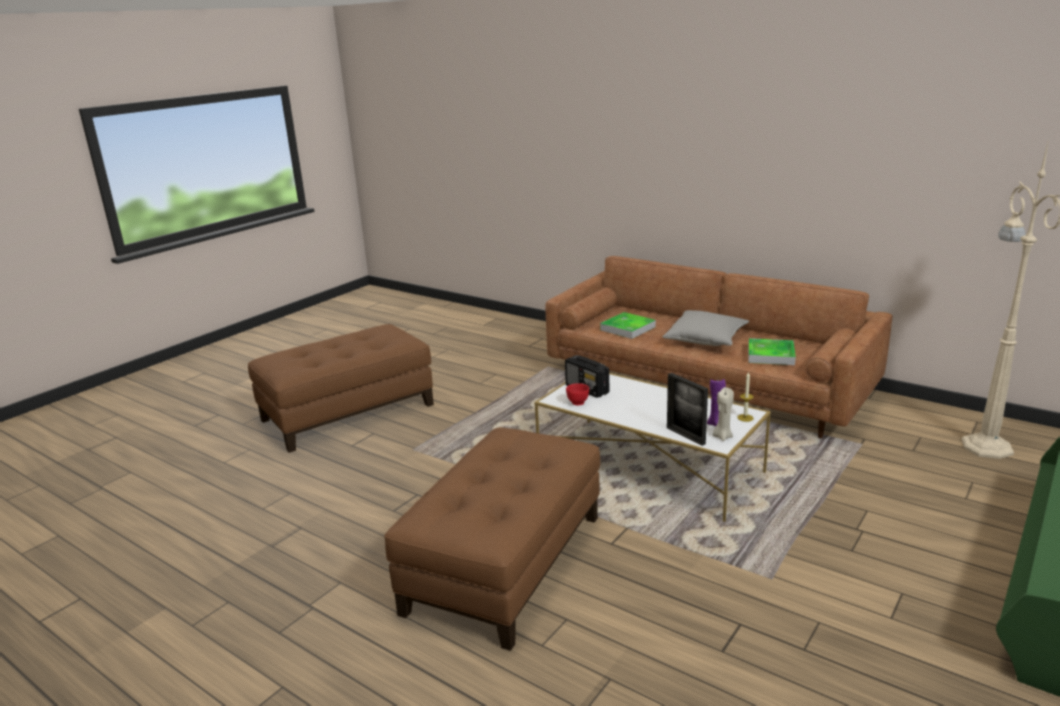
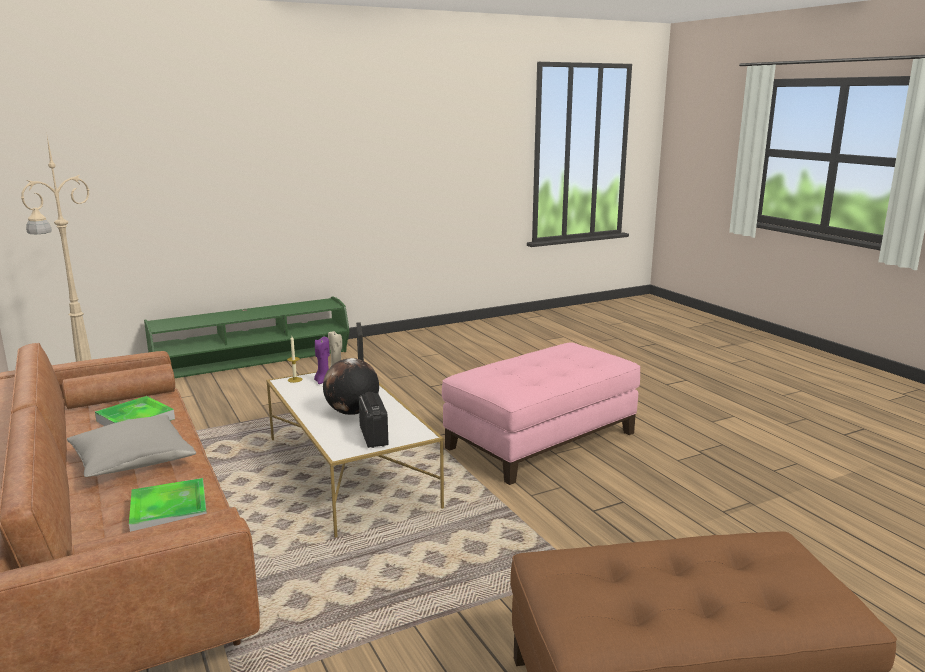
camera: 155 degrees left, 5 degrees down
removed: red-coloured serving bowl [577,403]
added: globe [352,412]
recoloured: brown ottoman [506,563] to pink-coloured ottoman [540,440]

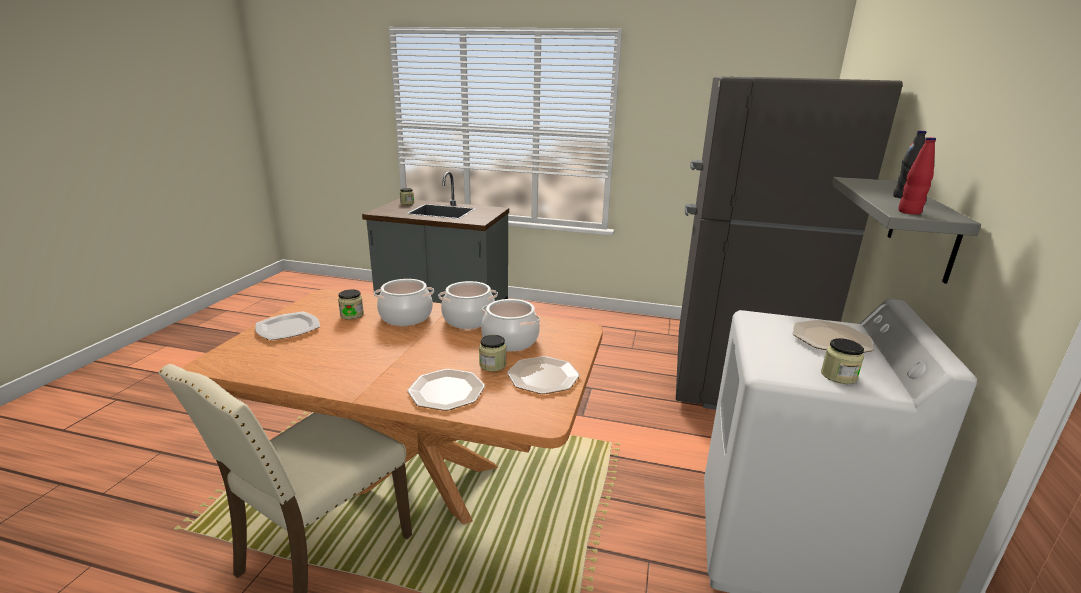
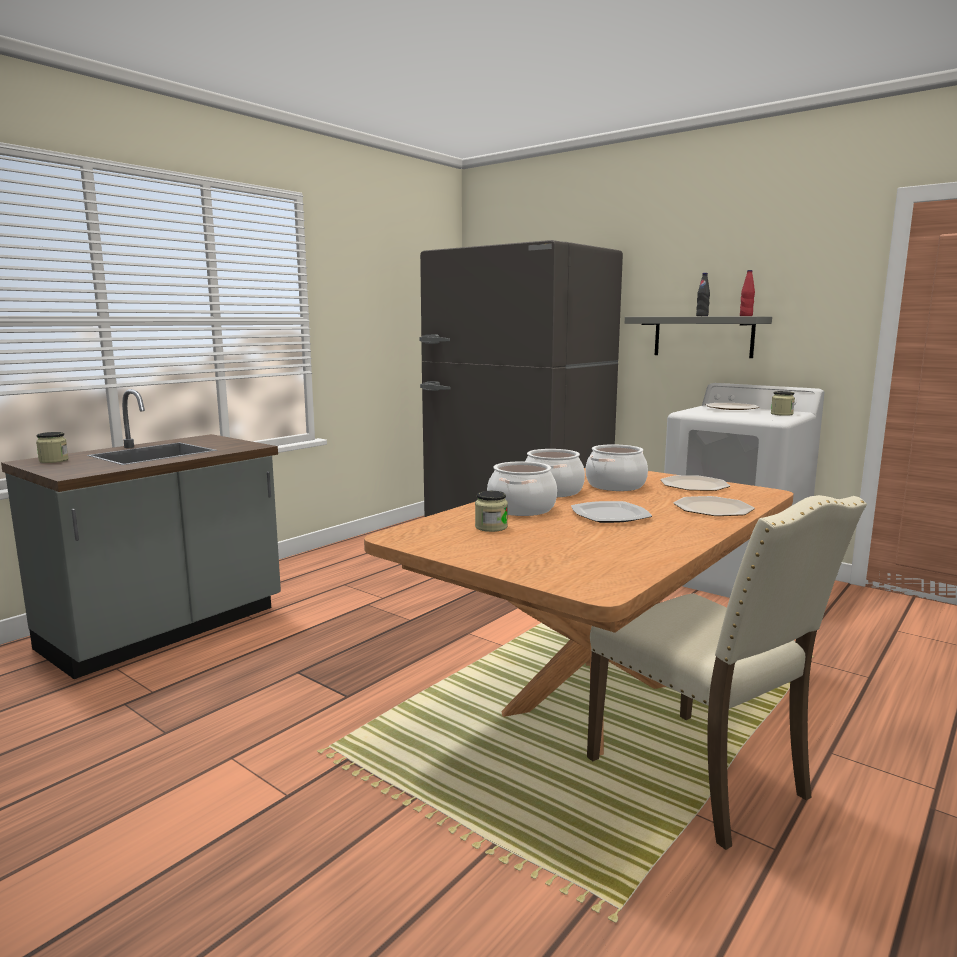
camera: 65 degrees left, 10 degrees down
removed: preserve jar [492,365]
moved: flat dish [289,328] to [610,515]

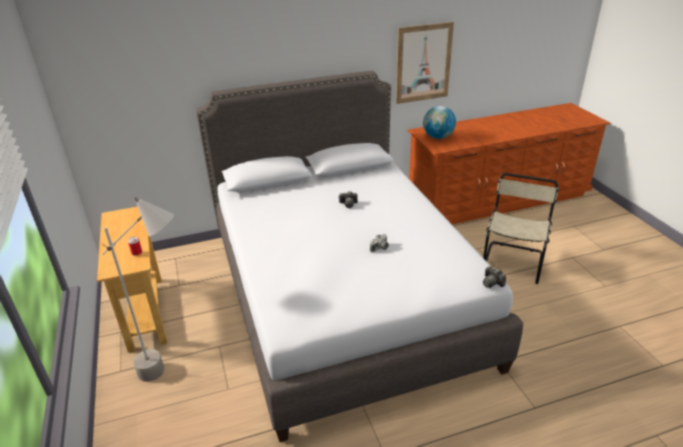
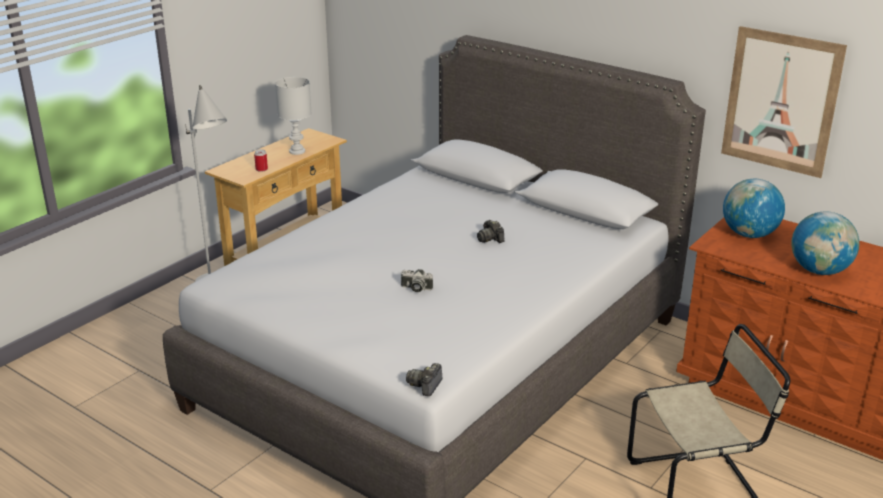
camera: 55 degrees right, 5 degrees down
added: whitish table lamp [297,151]; globe [819,271]

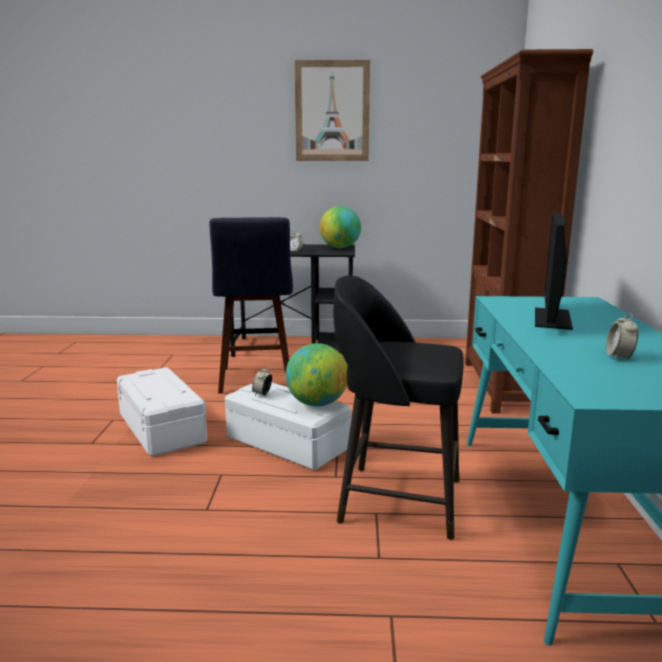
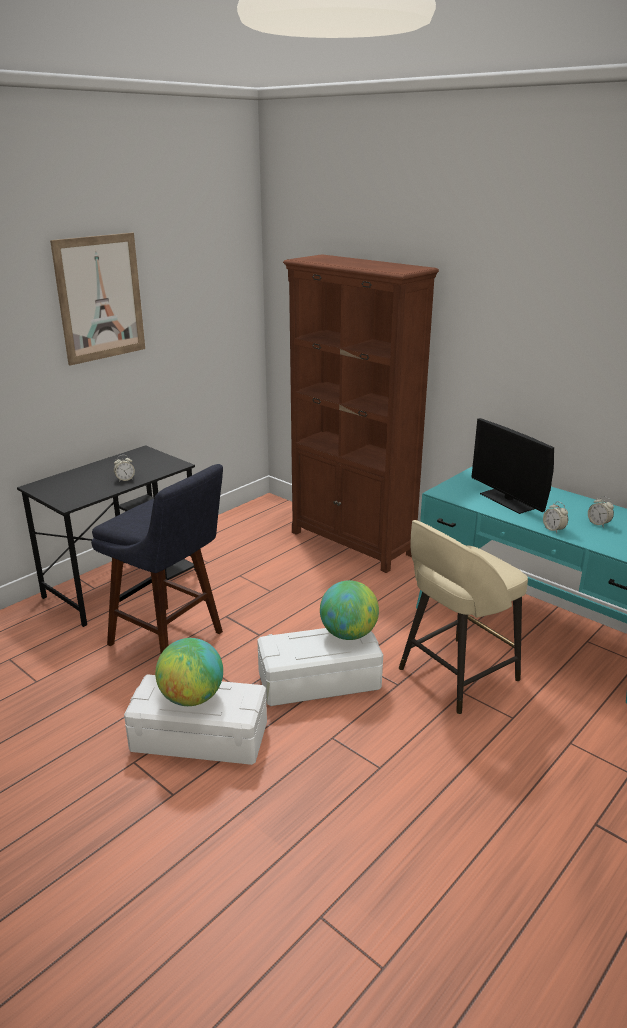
camera: 50 degrees left, 10 degrees up
moved: table clock [262,394] to [553,529]; globe [340,248] to [192,698]
recoloured: blackish stool [396,499] to sand-coloured stool [455,675]

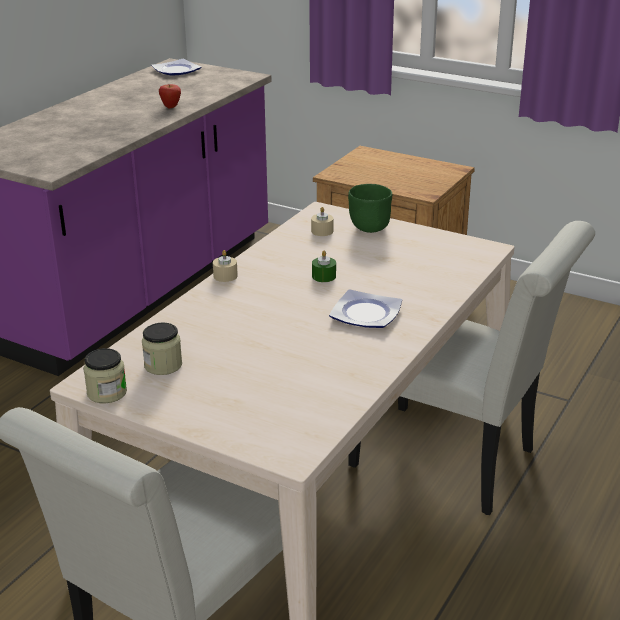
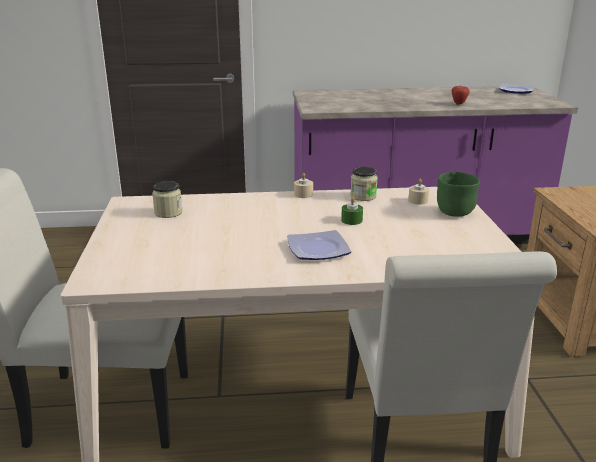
camera: 55 degrees right, 5 degrees down
moved: preserve jar [107,393] to [363,196]

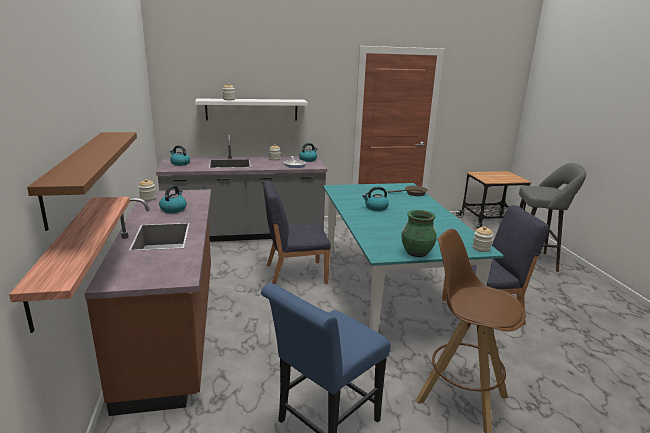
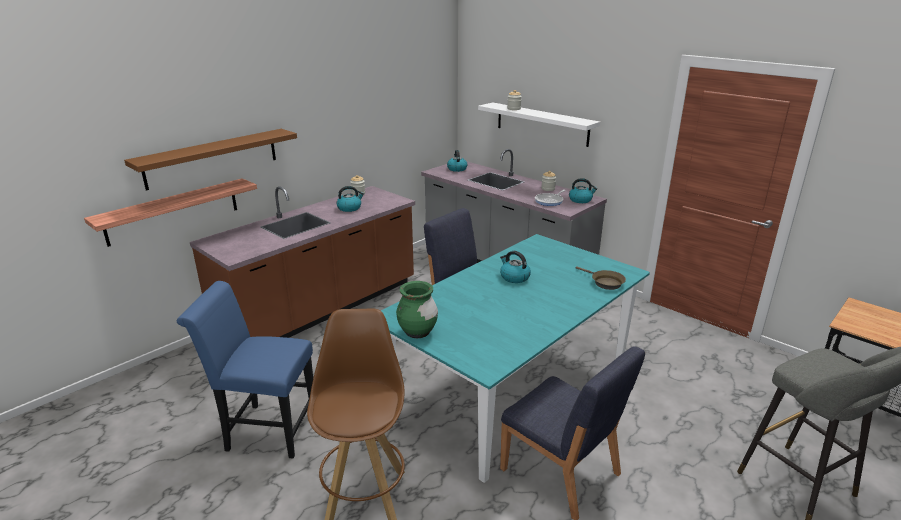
camera: 55 degrees right, 5 degrees up
removed: preserve jar [481,248]

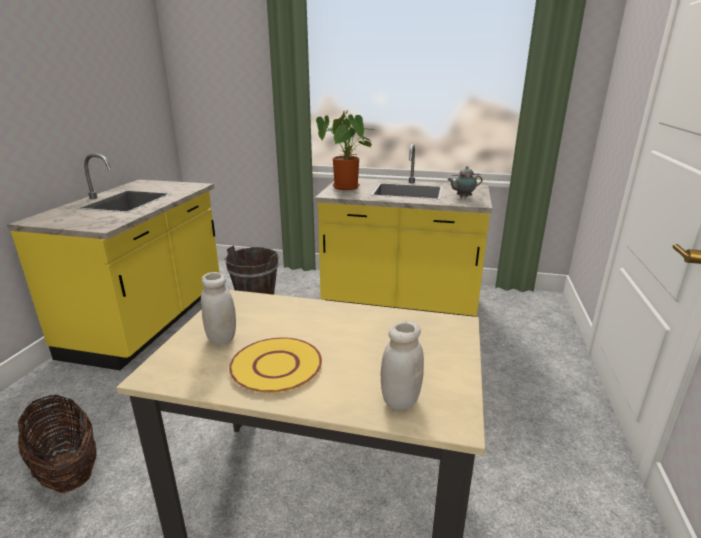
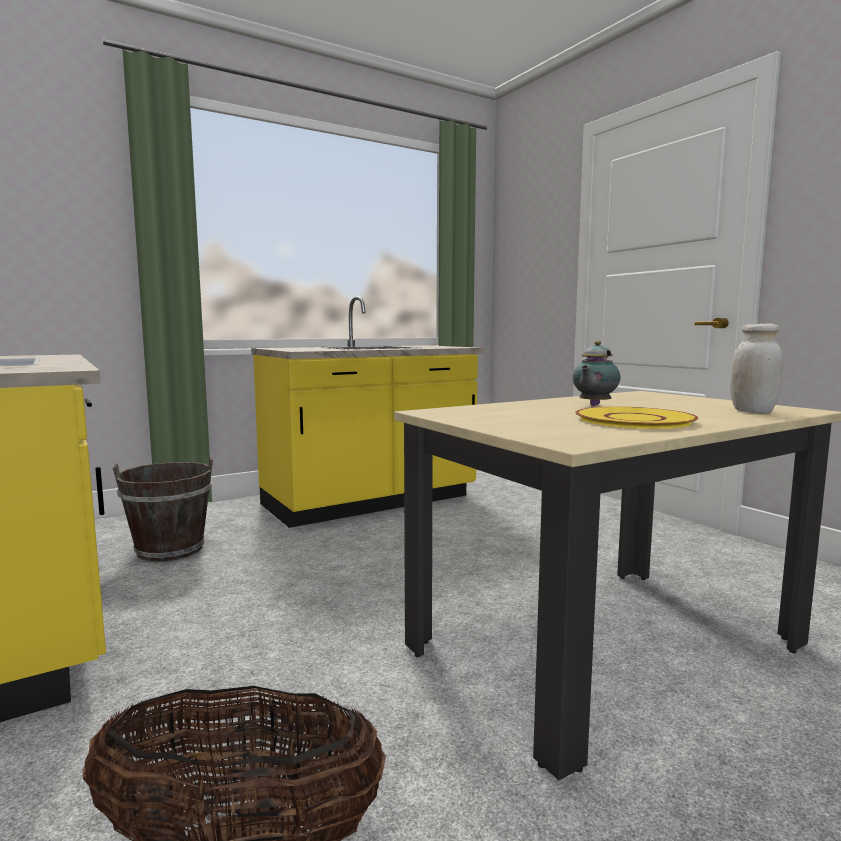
camera: 45 degrees left, 15 degrees down
removed: whitish preserve jar [221,338]; houseplant [347,188]
moved: pot for tea [462,197] to [593,405]

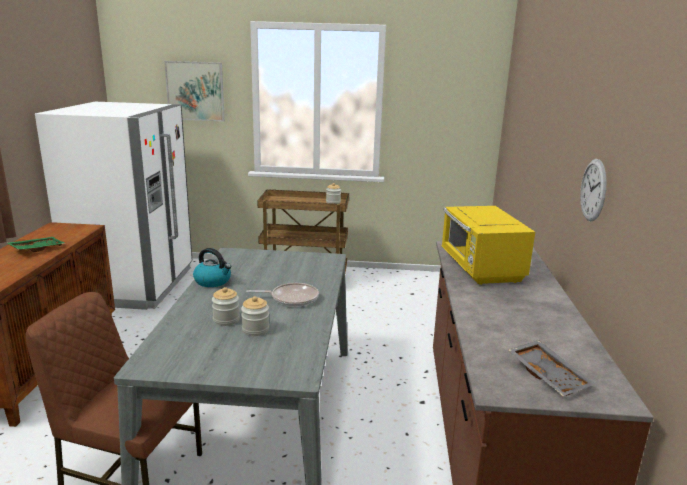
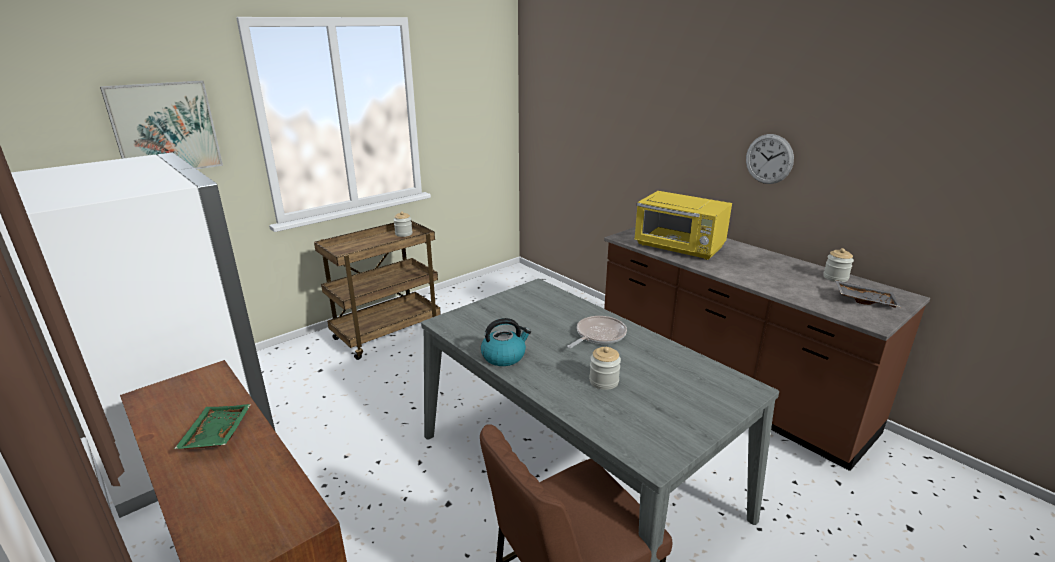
camera: 45 degrees left, 5 degrees up
moved: preserve jar [255,330] to [835,277]

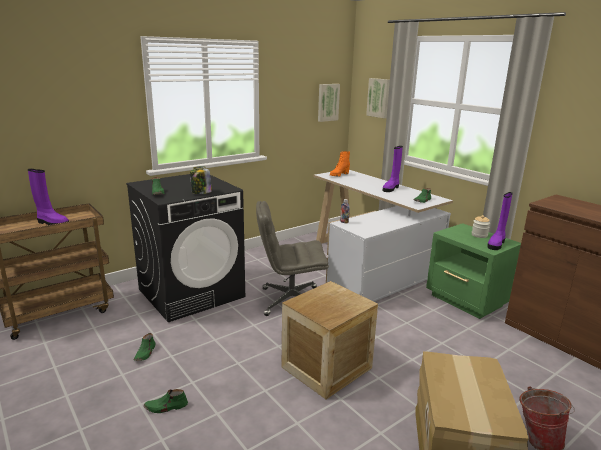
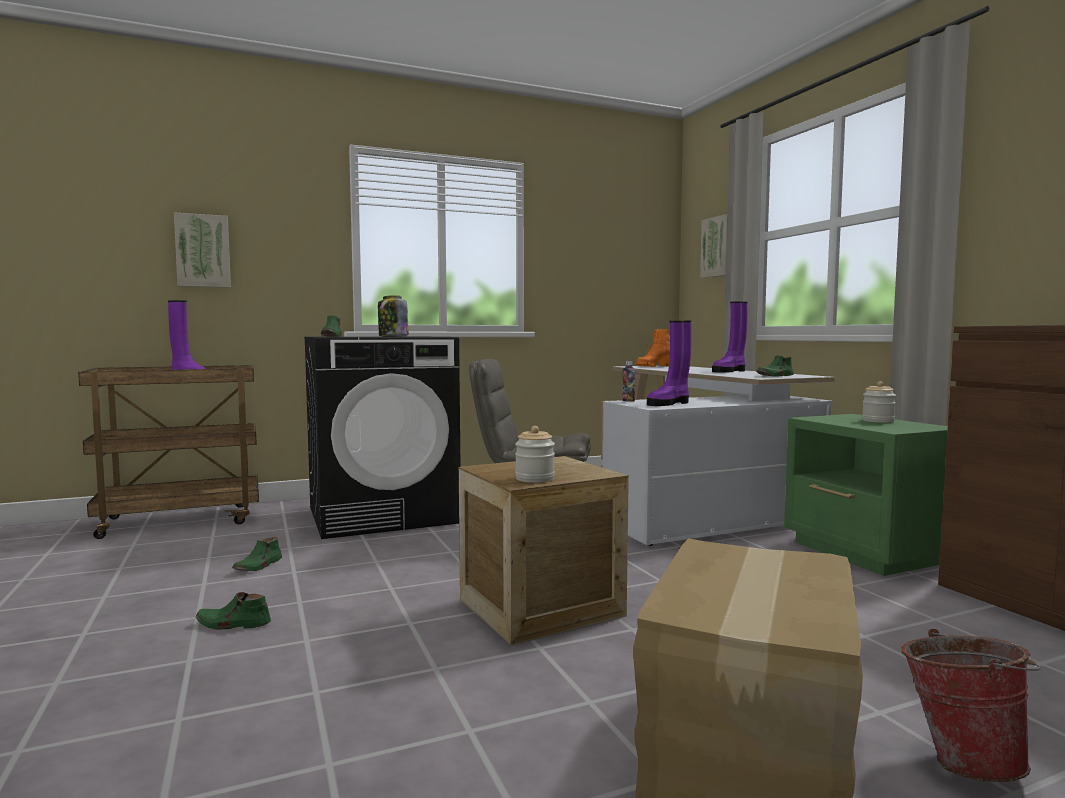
camera: 15 degrees right, 15 degrees down
added: preserve jar [535,479]
moved: picture [327,102] to [203,251]; purplish high-top boot [496,244] to [669,404]

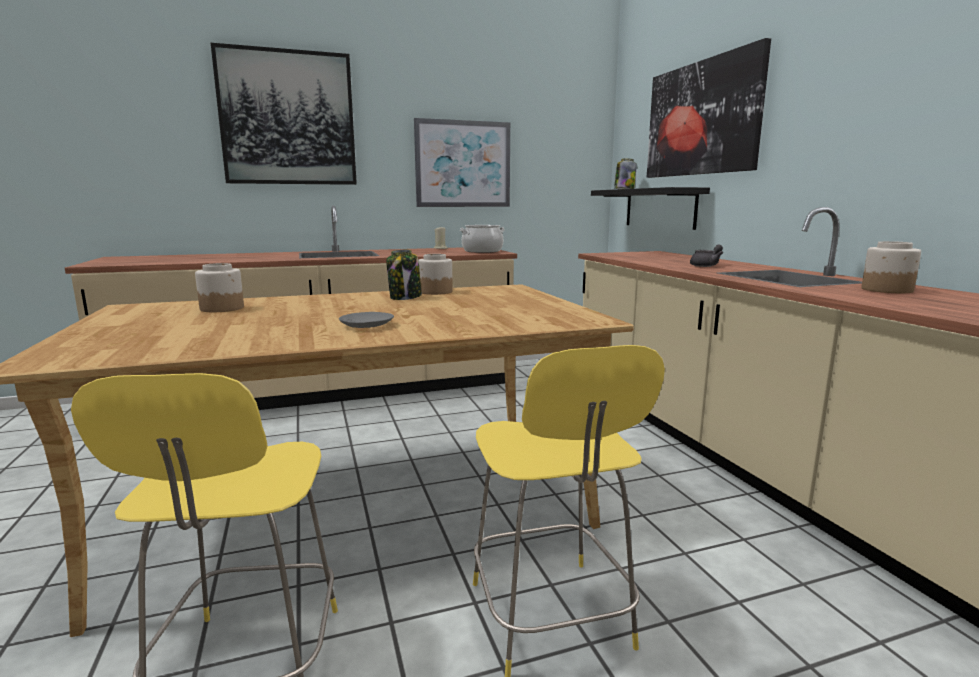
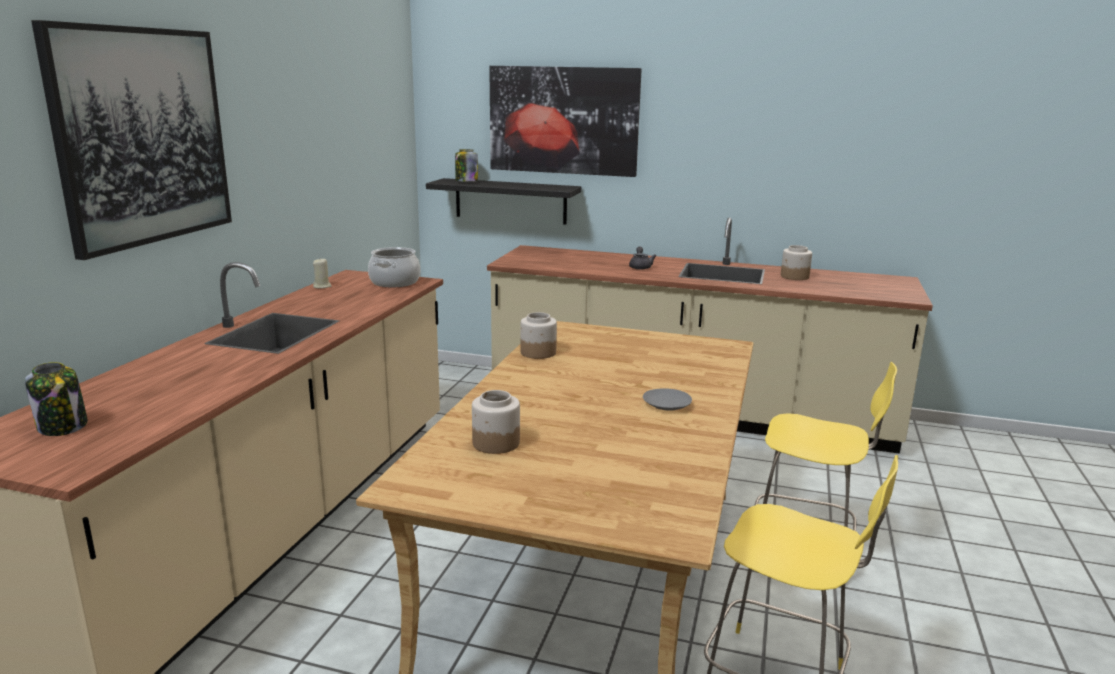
camera: 55 degrees left, 5 degrees up
removed: picture [463,164]
moved: preserve jar [405,297] to [63,426]

